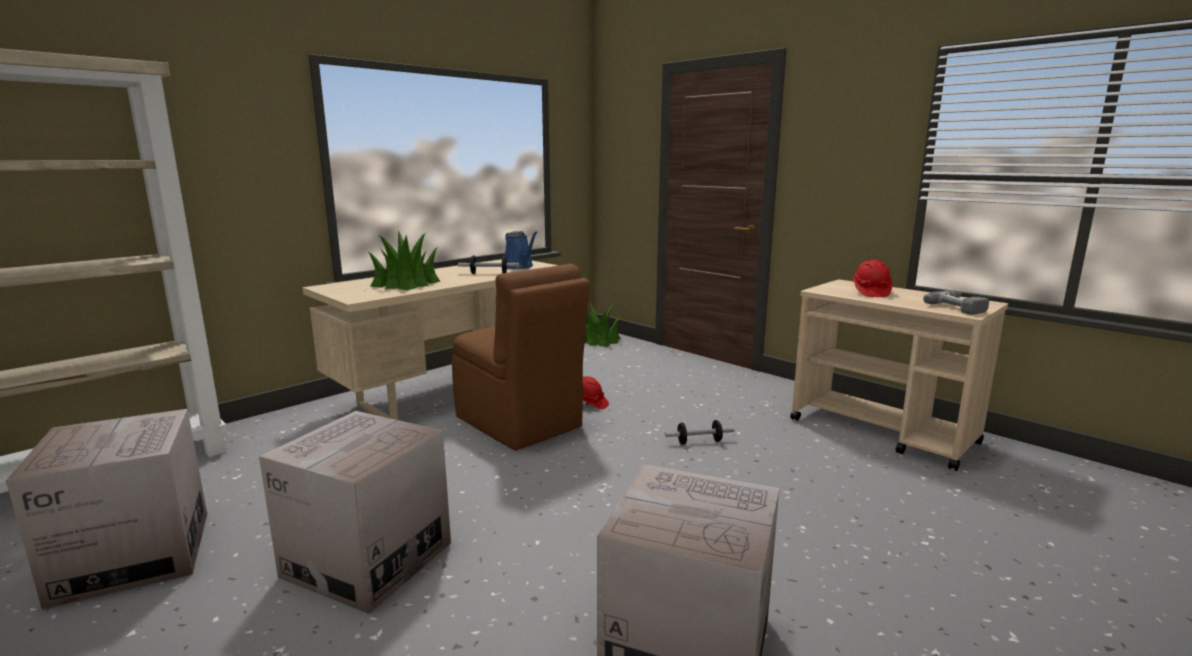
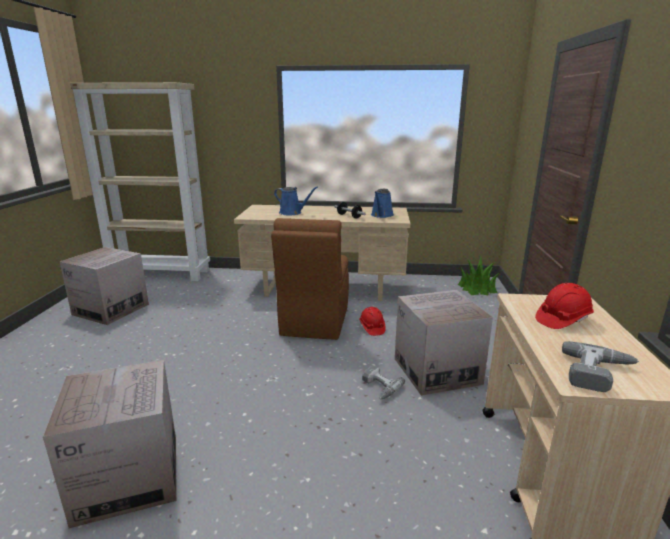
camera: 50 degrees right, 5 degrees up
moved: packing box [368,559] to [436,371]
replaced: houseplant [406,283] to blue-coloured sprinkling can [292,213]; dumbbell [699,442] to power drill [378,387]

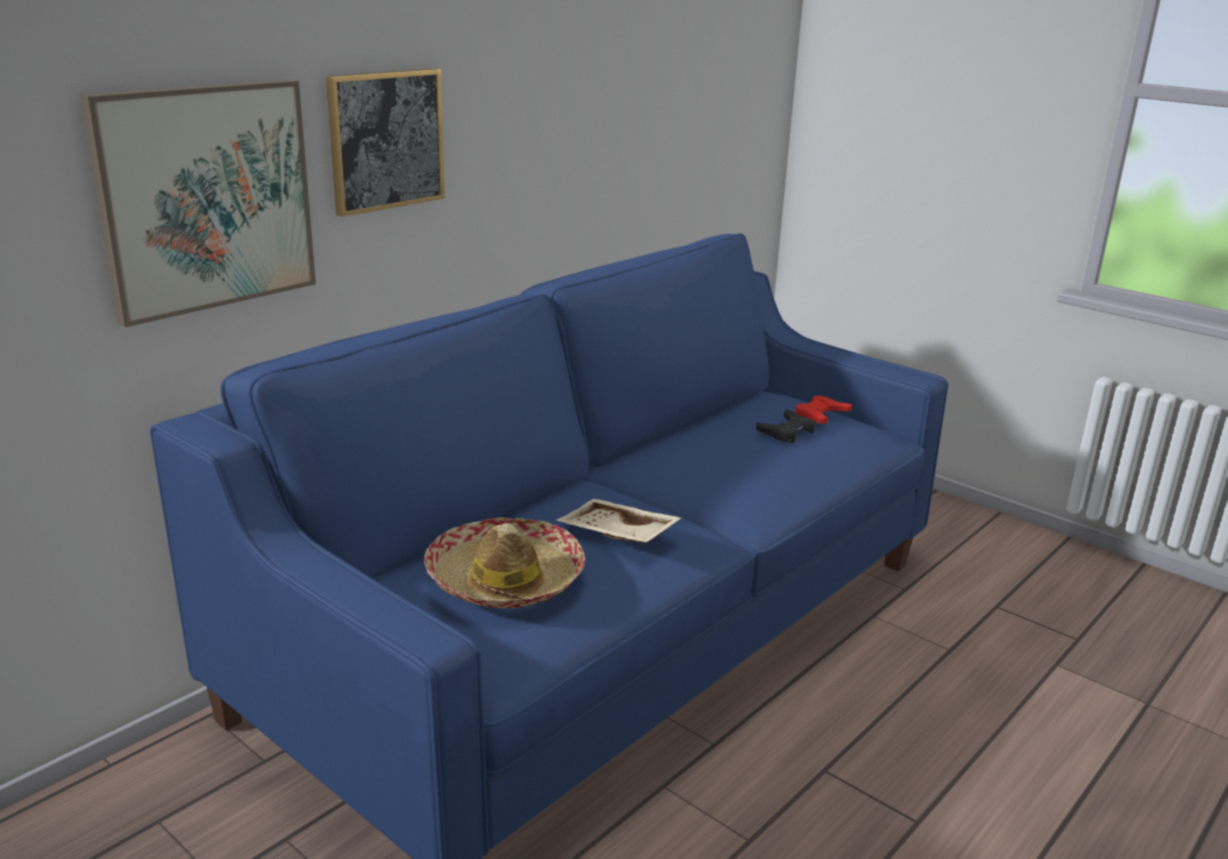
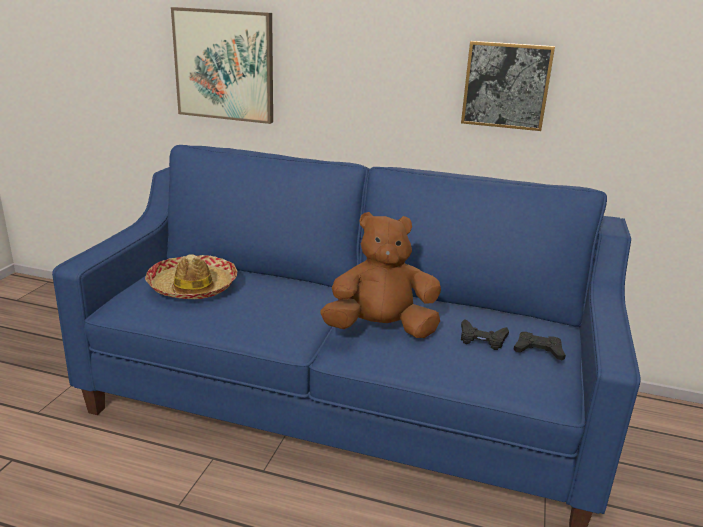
camera: 65 degrees right, 0 degrees up
removed: sand-coloured carrying tray [616,535]
added: brown soft toy [381,329]
moved: picture [386,140] to [506,85]
recoloured: red-coloured joypad [821,415] to blackish joypad [538,350]

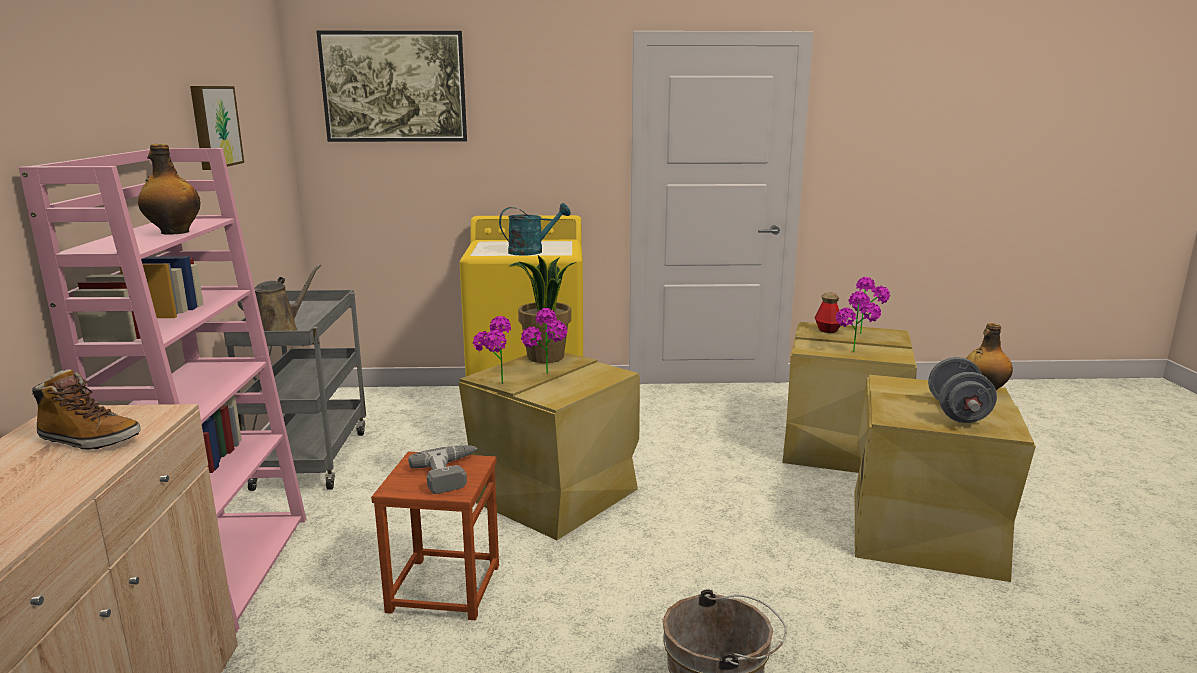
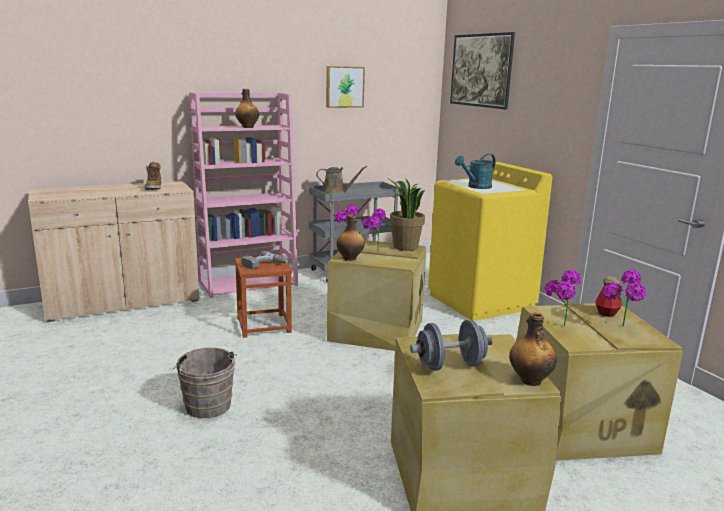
camera: 65 degrees right, 0 degrees up
added: beverage bottle [350,258]
turned: turquoise sprinkling can [532,251] = [476,187] 105 degrees clockwise

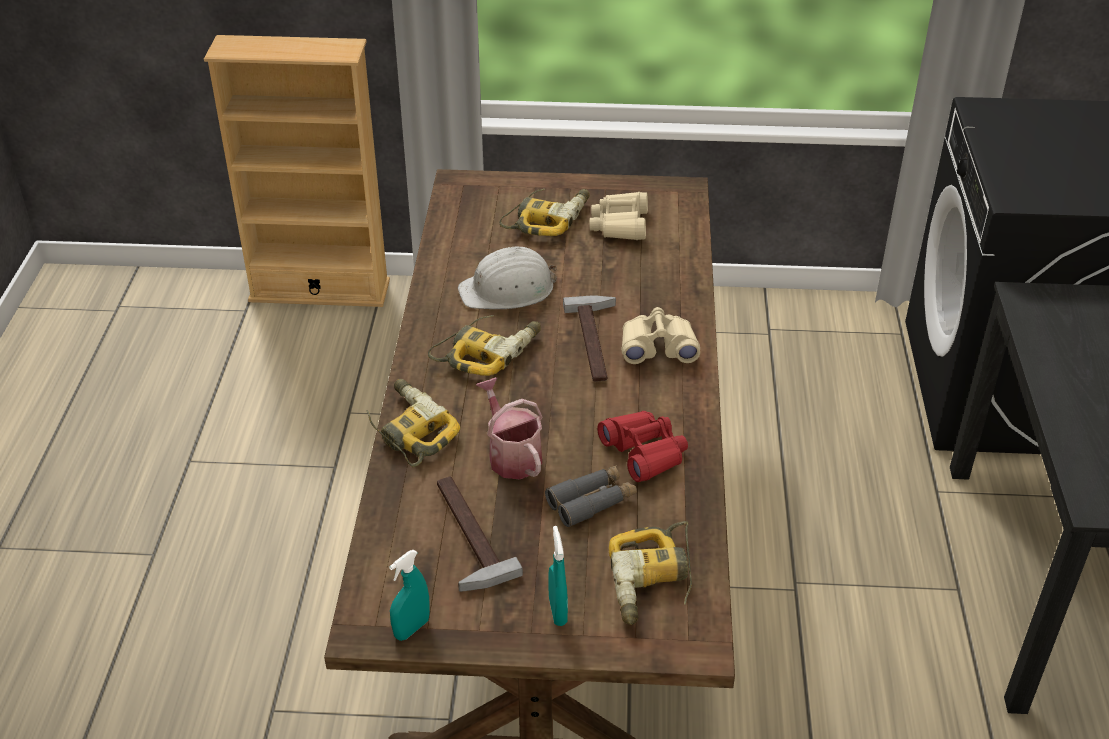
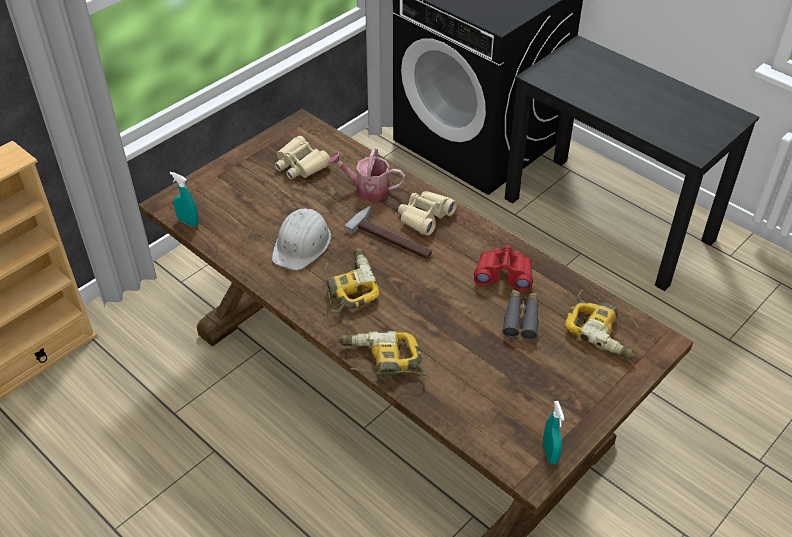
camera: 50 degrees left, 5 degrees up
removed: hammer [463,534]; power drill [547,218]
moved: sprinkling can [511,455] to [367,189]; turquoise hand sprayer [558,611] to [188,222]

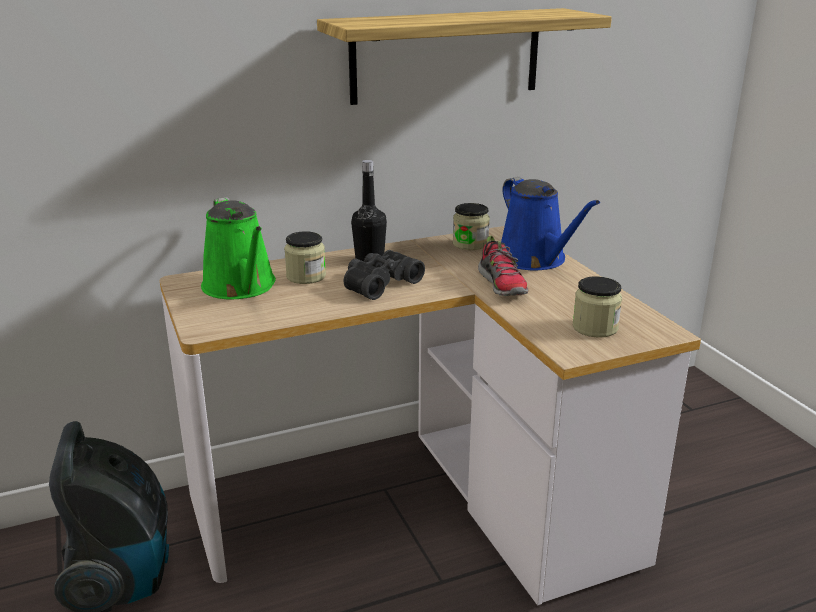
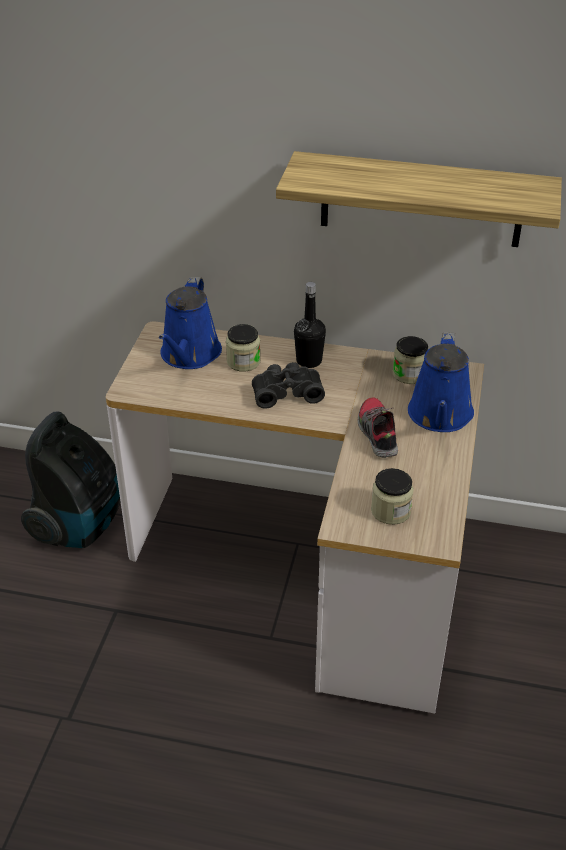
camera: 35 degrees right, 15 degrees up
recoloured: greenish sprinkling can [241,287] to blue-coloured sprinkling can [189,355]
turned: shoe [502,285] = [377,434] 150 degrees clockwise

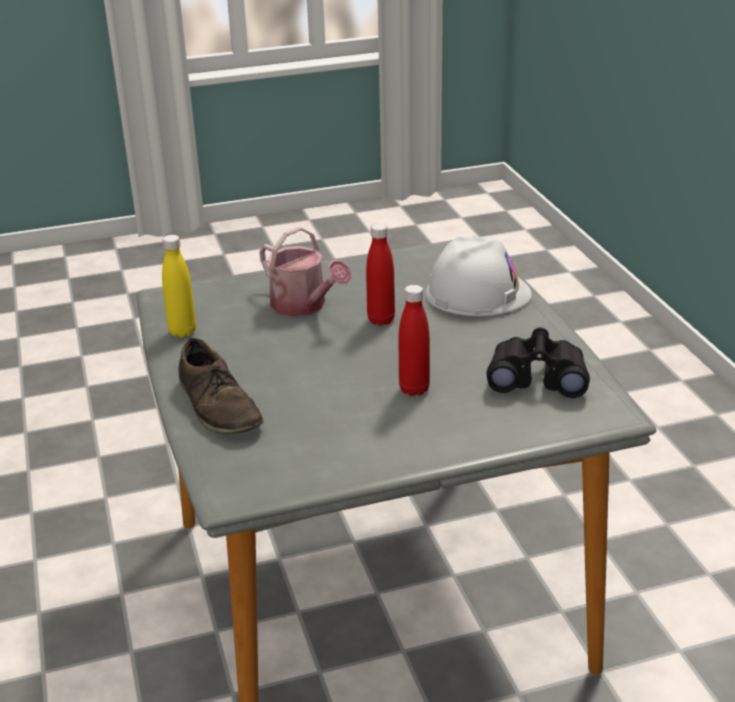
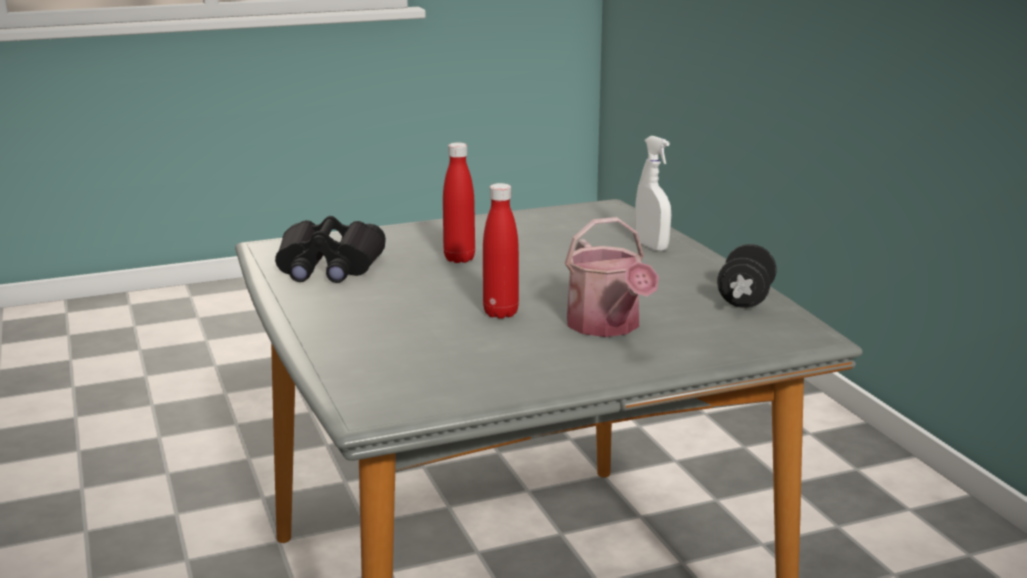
camera: 175 degrees right, 10 degrees down
removed: whitish hard hat [477,293]
replaced: yellow beverage bottle [182,332] to blackish dumbbell [745,299]; brown shoe [219,406] to whitish hand sprayer [651,246]
turned: sprinkling can [304,306] = [607,327] 150 degrees counterclockwise

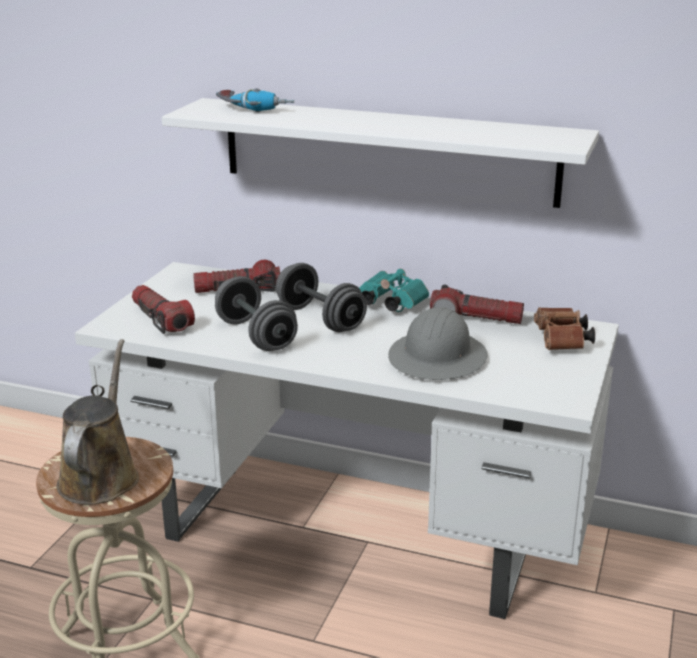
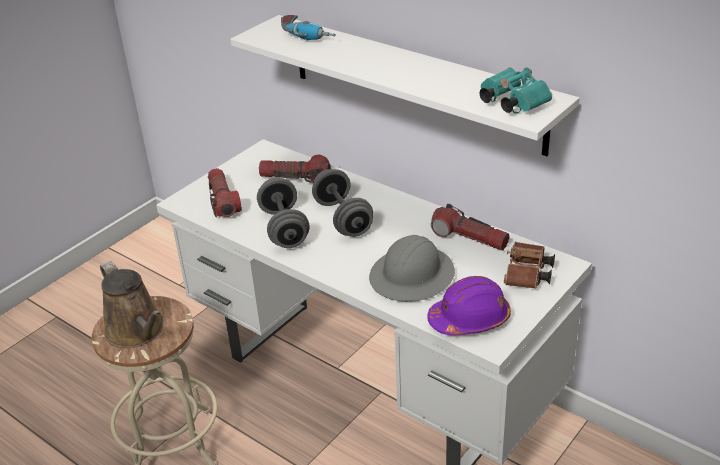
camera: 20 degrees right, 10 degrees up
added: purplish hard hat [470,319]
moved: turquoise pair of binoculars [389,303] to [511,103]
turned: brown sprinkling can [101,476] = [137,331] 120 degrees clockwise

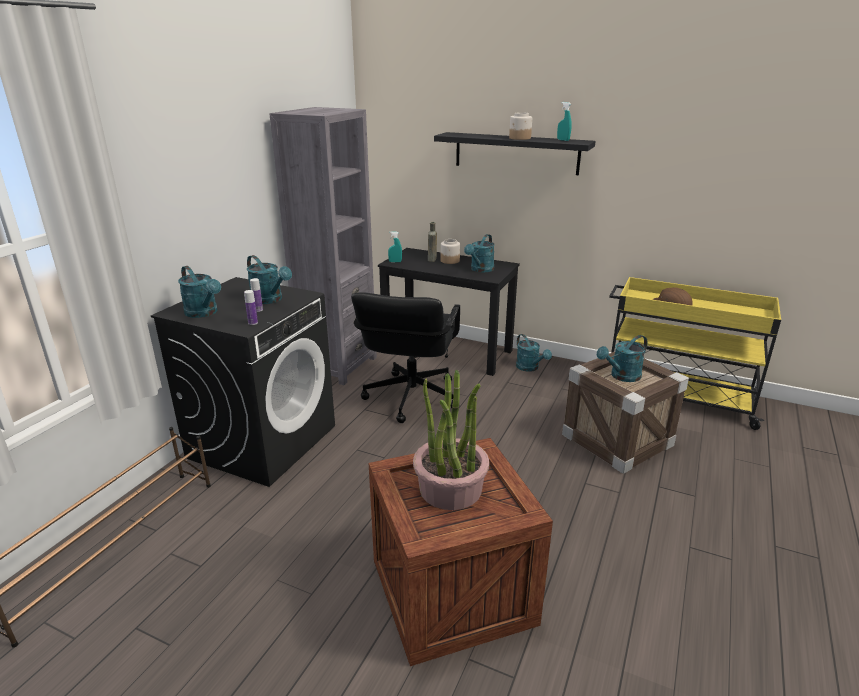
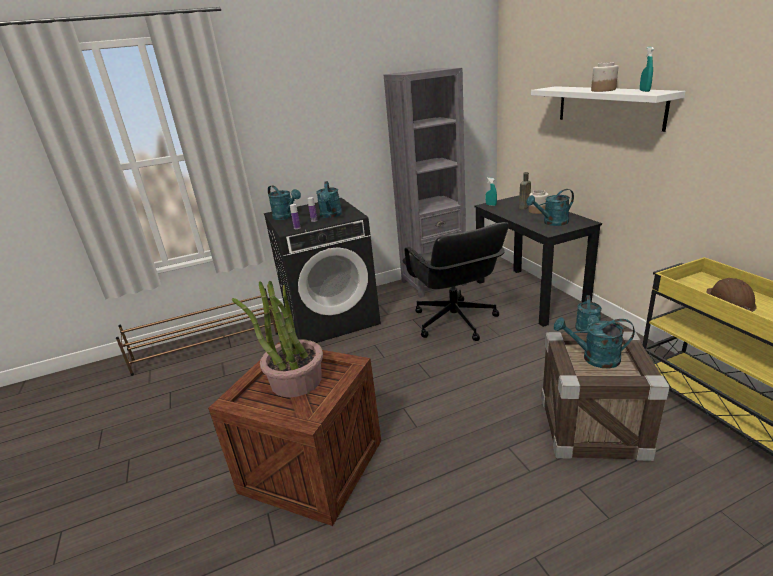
camera: 45 degrees right, 0 degrees up
recoloured: blackish shelf [516,153] to whitish shelf [608,106]
turned: turquoise sprinkling can [204,313] = [286,217] 45 degrees counterclockwise; blackish computer chair [411,397] = [454,322] 75 degrees counterclockwise

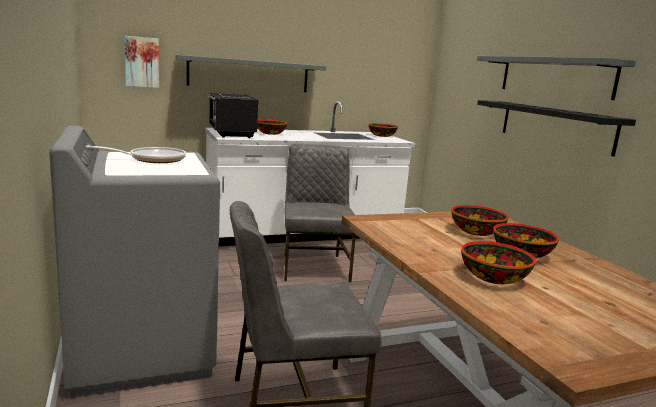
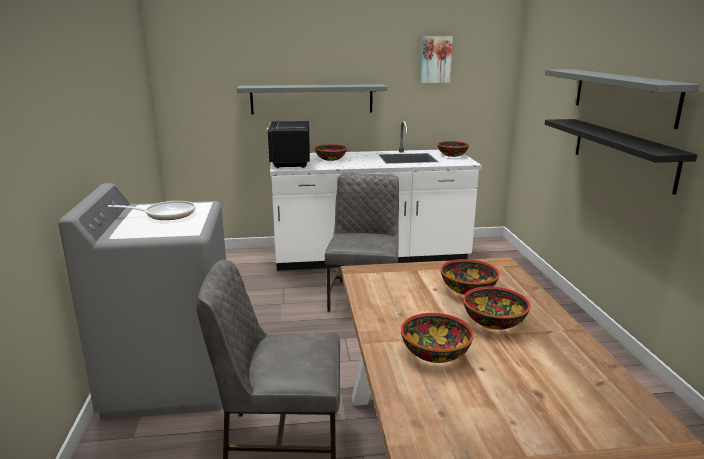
camera: 15 degrees right, 5 degrees up
moved: picture [142,62] to [436,59]

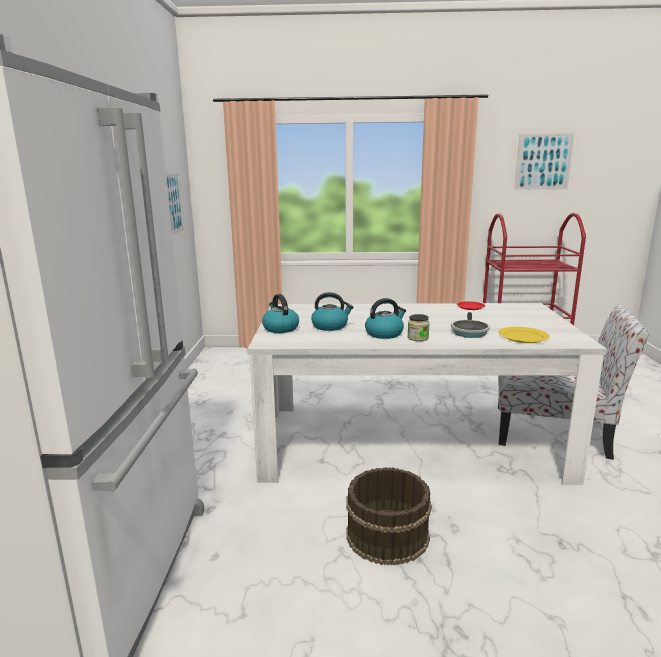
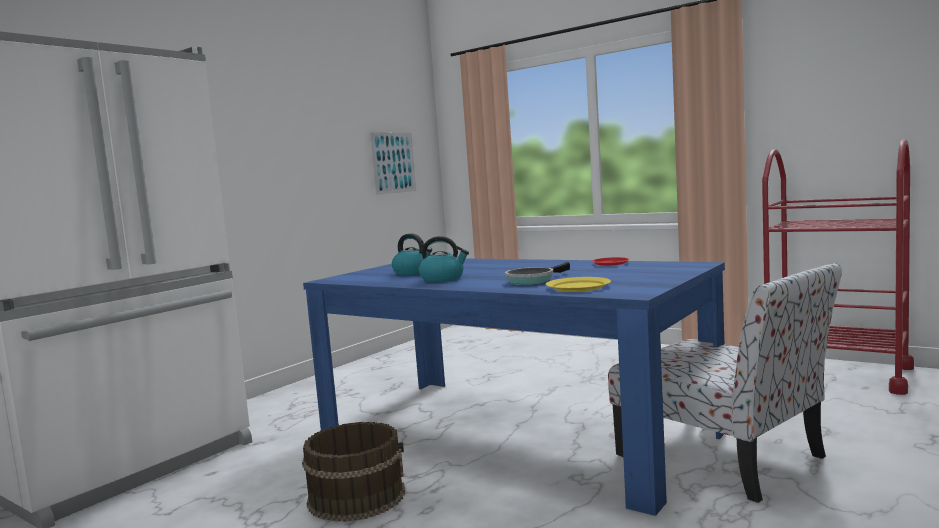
camera: 35 degrees right, 10 degrees down
removed: kettle [280,328]; preserve jar [418,338]; picture [543,162]
recoloured: whitish kitchen table [409,442] to blue-coloured kitchen table [513,432]

